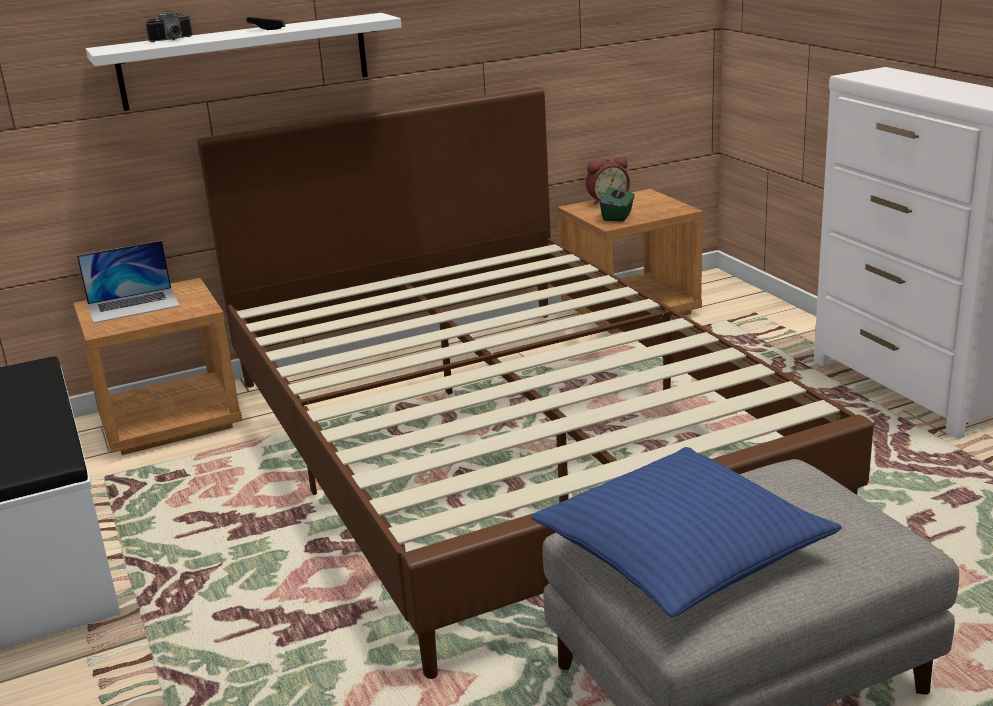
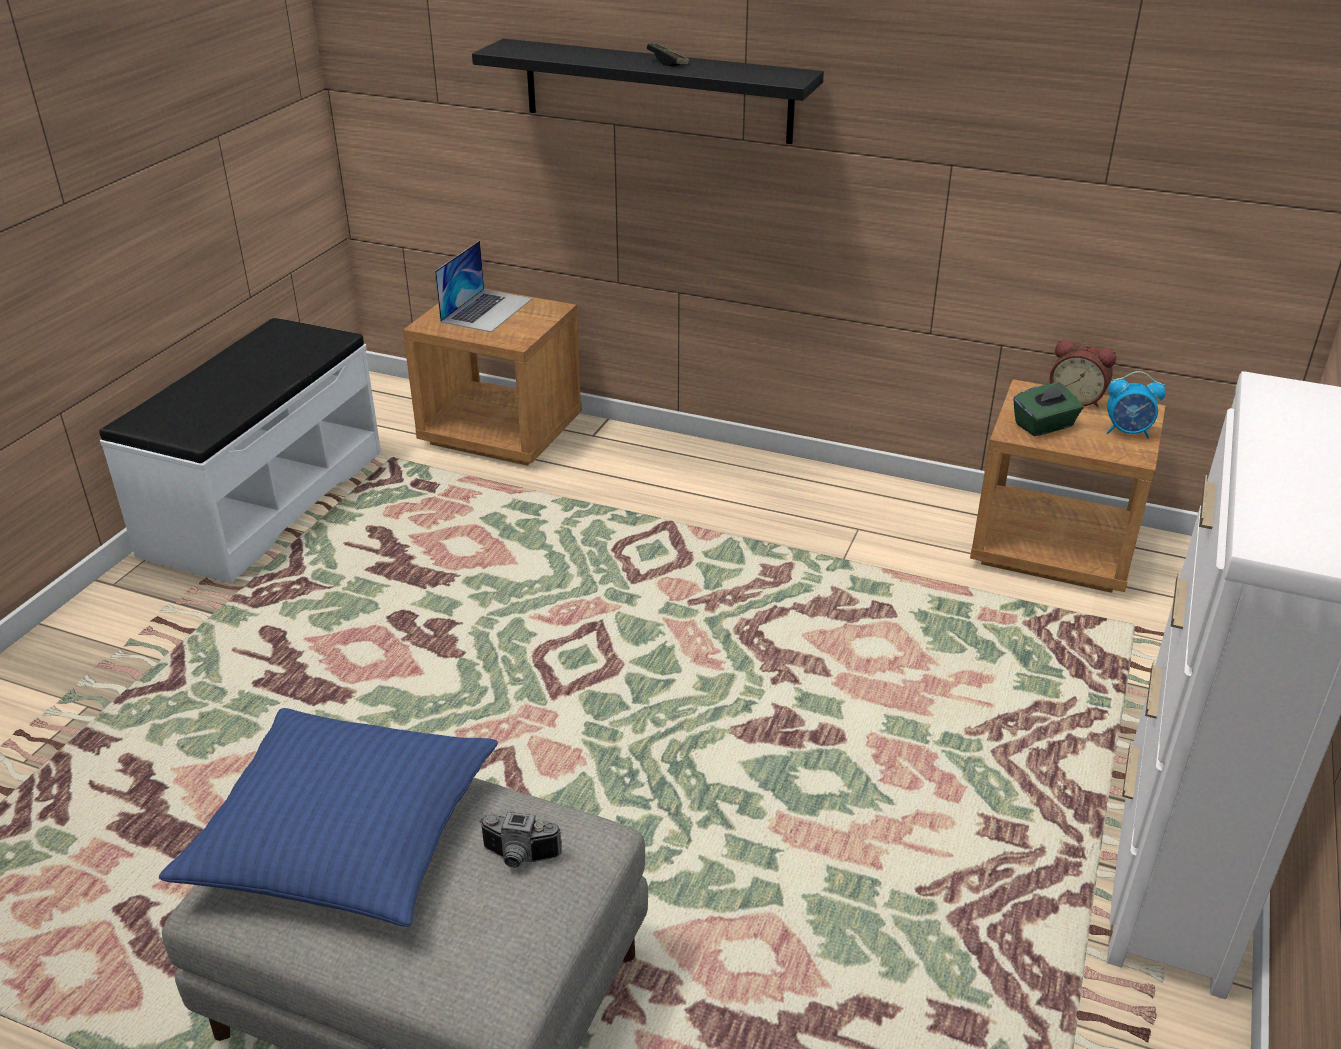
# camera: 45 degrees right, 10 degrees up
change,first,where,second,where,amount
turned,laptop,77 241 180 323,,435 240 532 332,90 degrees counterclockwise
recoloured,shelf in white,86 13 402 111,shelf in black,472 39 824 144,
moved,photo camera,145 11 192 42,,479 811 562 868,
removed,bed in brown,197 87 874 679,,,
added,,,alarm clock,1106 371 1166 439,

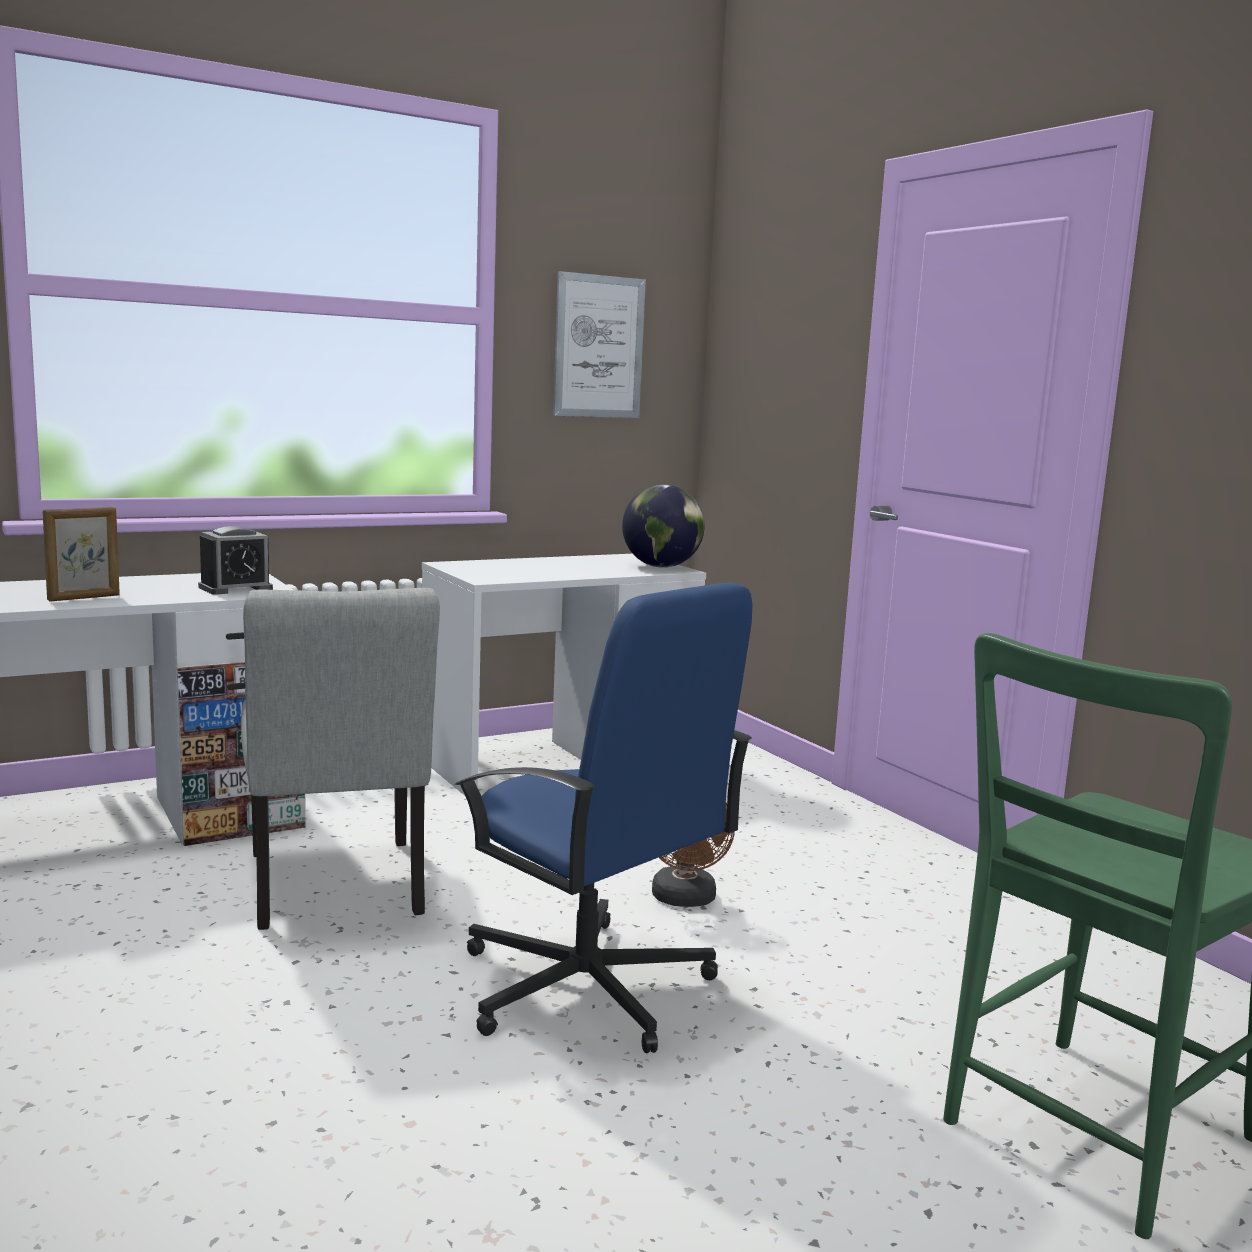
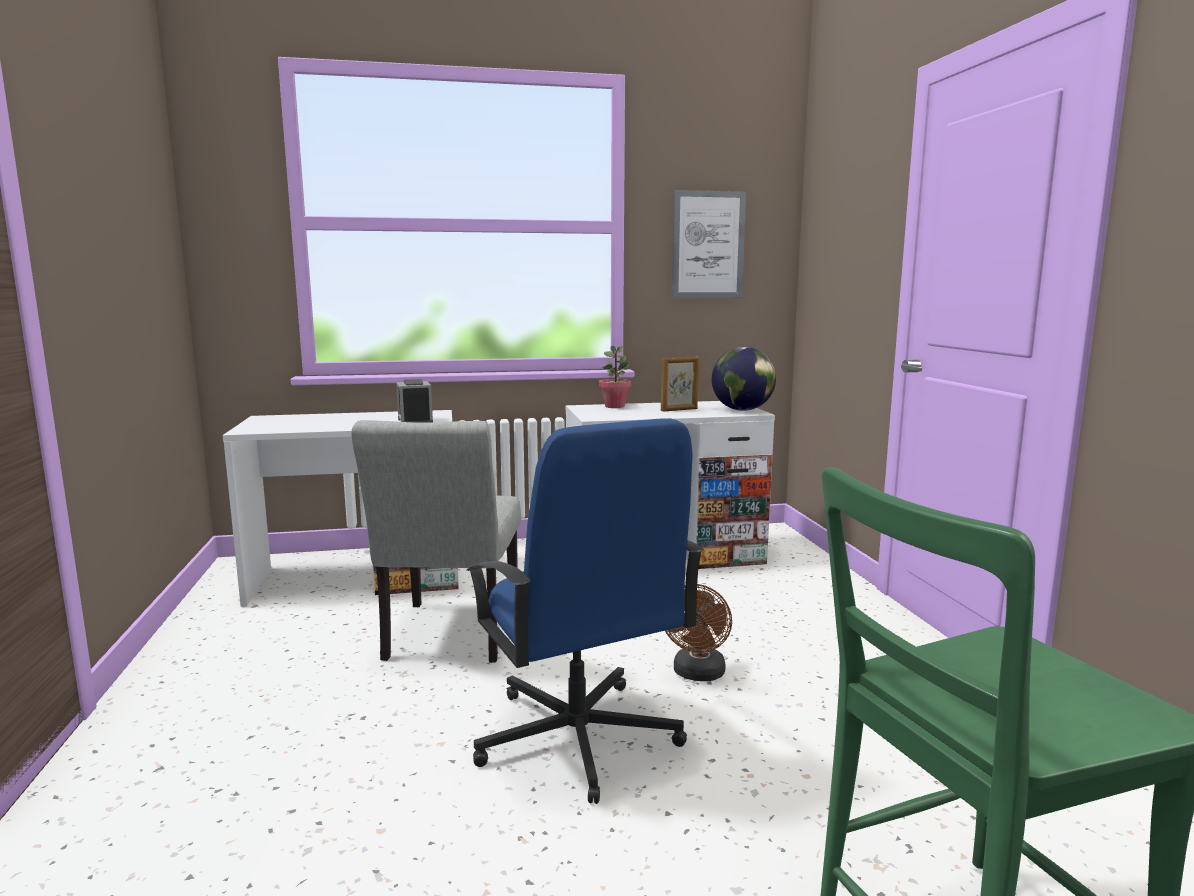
# camera: 20 degrees right, 0 degrees up
change,first,where,second,where,amount
moved,picture frame,43 507 120 601,,661 356 699 411,
turned,alarm clock,198 526 273 595,,396 379 433 423,90 degrees clockwise
added,,,potted plant,599 345 631 408,

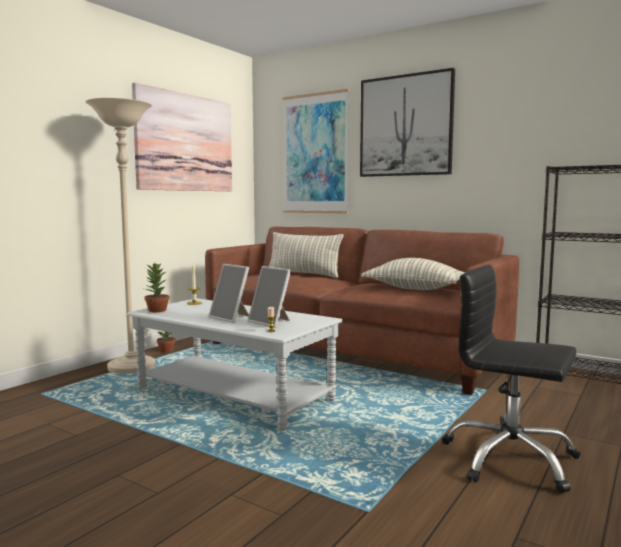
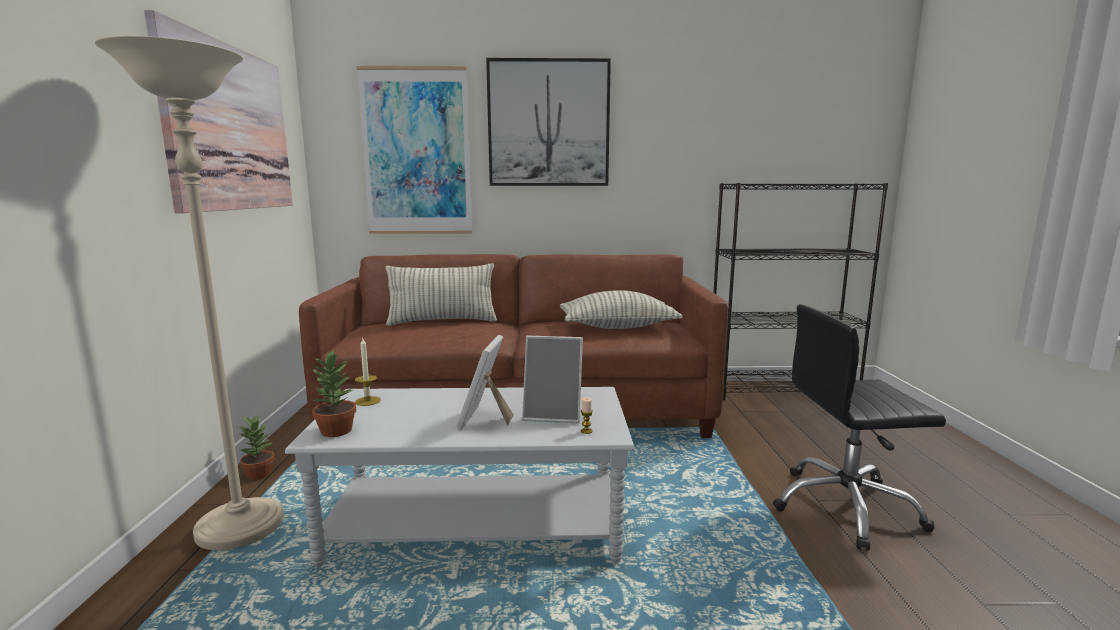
# camera: 35 degrees left, 5 degrees up
change,first,where,second,where,amount
turned,picture frame,209 264 249 323,,456 335 514 430,90 degrees clockwise

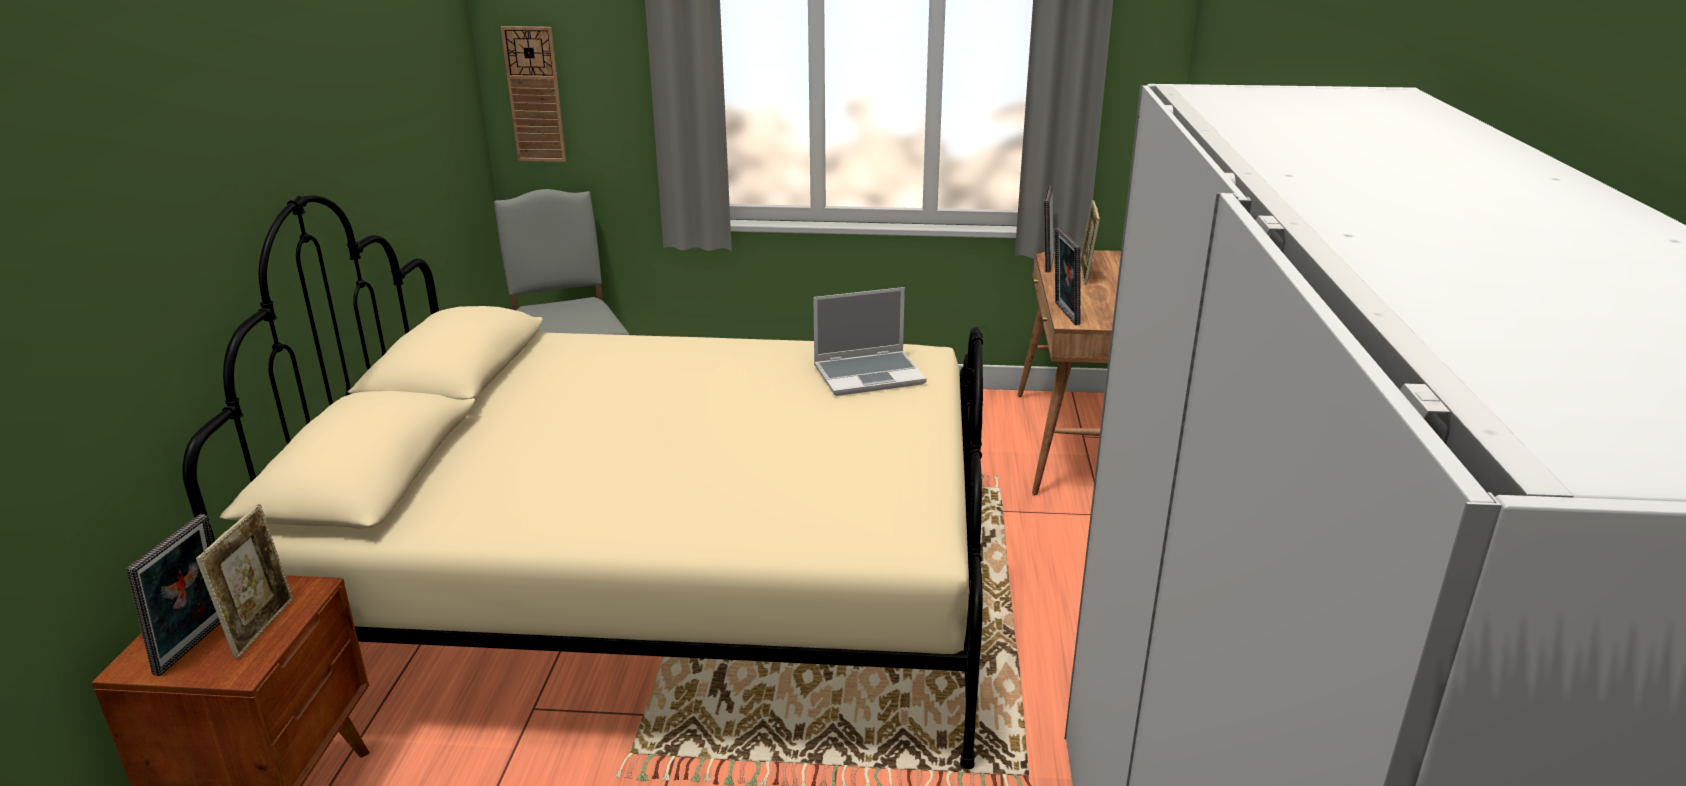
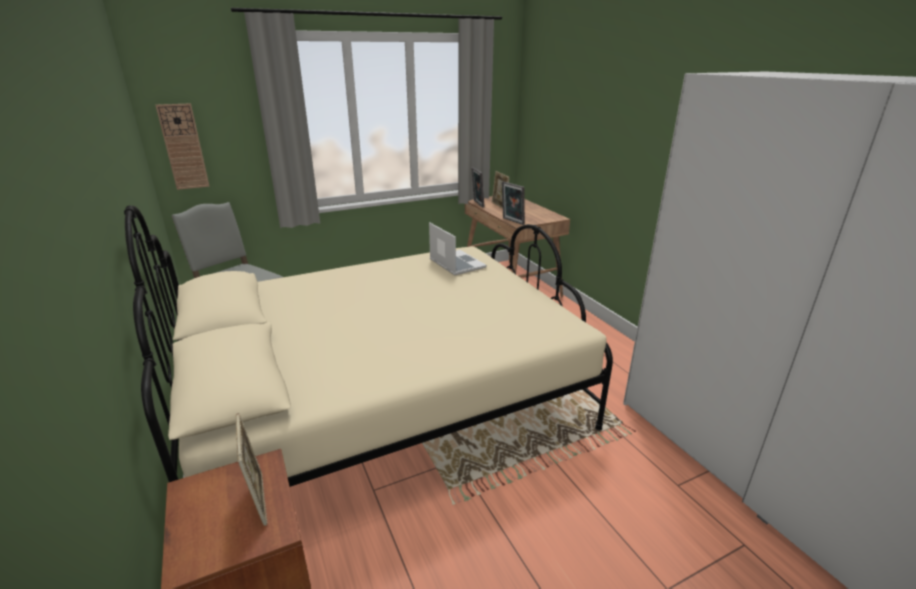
# camera: 30 degrees left, 0 degrees up
change,first,where,second,where,amount
removed,picture frame,126 514 220 676,,,
turned,laptop,813 287 927 396,,429 222 487 276,75 degrees counterclockwise

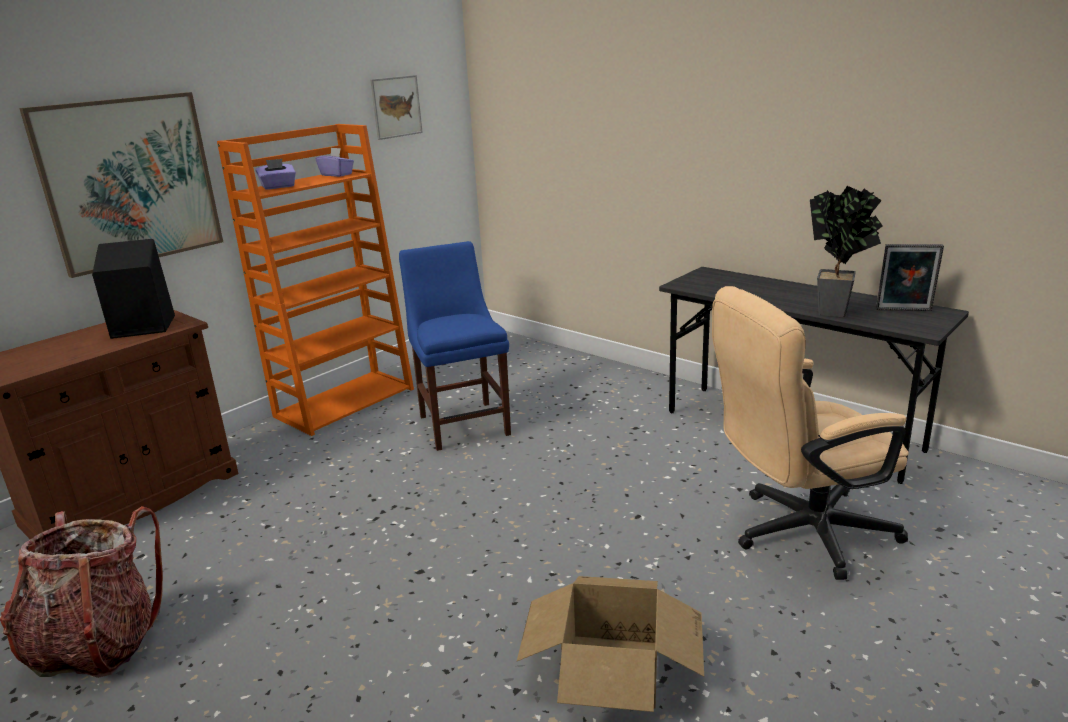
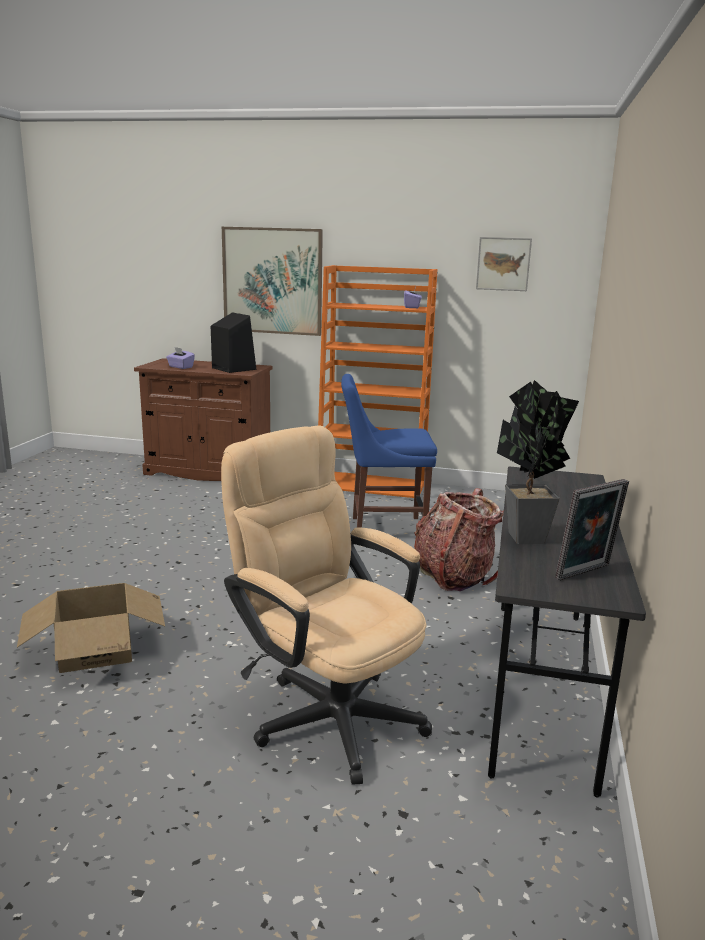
# camera: 60 degrees right, 5 degrees down
change,first,where,second,where,amount
moved,backpack,0 506 163 678,,414 488 504 591,
moved,tissue box in purple,256 159 296 190,,166 347 195 369,
turned,chair in blue,399 241 511 451,,341 374 437 528,135 degrees counterclockwise
turned,picture frame,876 244 944 311,,555 479 629 581,105 degrees counterclockwise

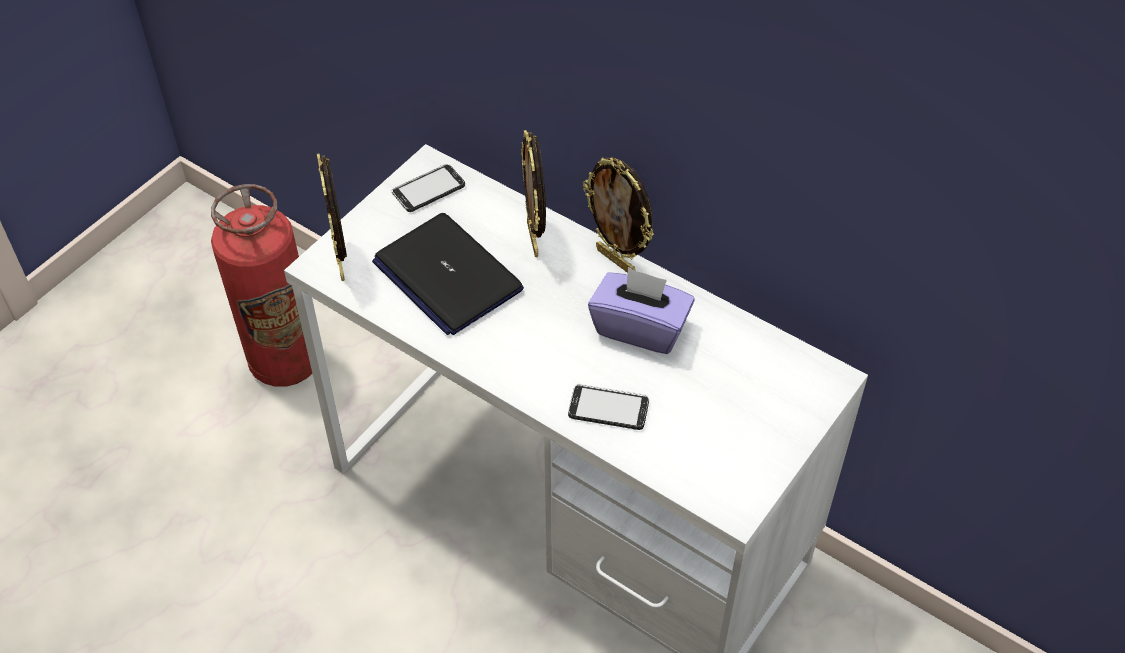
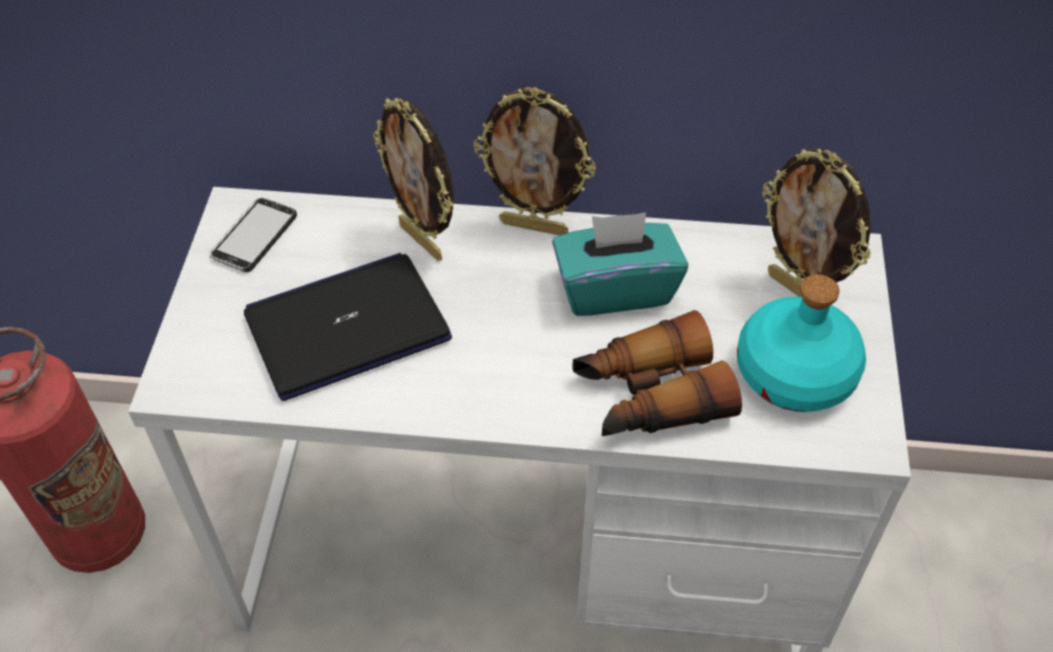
# camera: 30 degrees left, 0 degrees up
change,first,where,second,where,amount
moved,picture frame,317 154 347 281,,762 149 871 297,
turned,laptop,372 213 524 335,,244 253 452 401,135 degrees clockwise
replaced,phone,568 384 649 430,binoculars,572 310 742 436,
recoloured,tissue box in purple,588 267 695 354,tissue box in turquoise,552 213 688 316,
added,,,bottle in turquoise,737 274 866 412,

